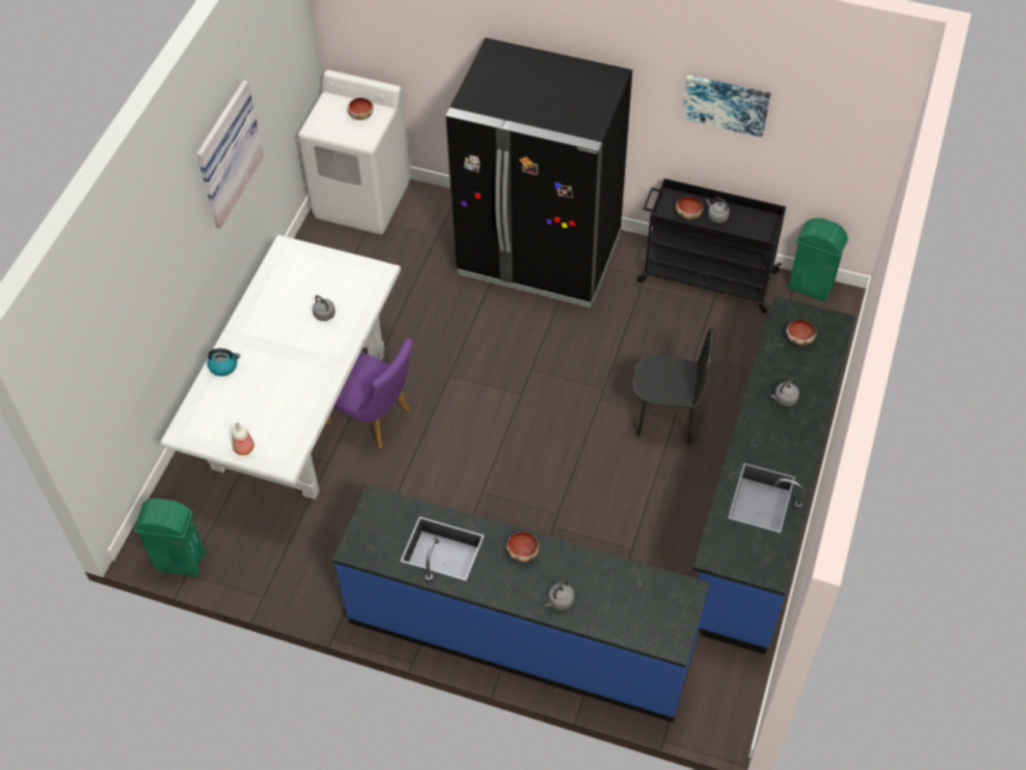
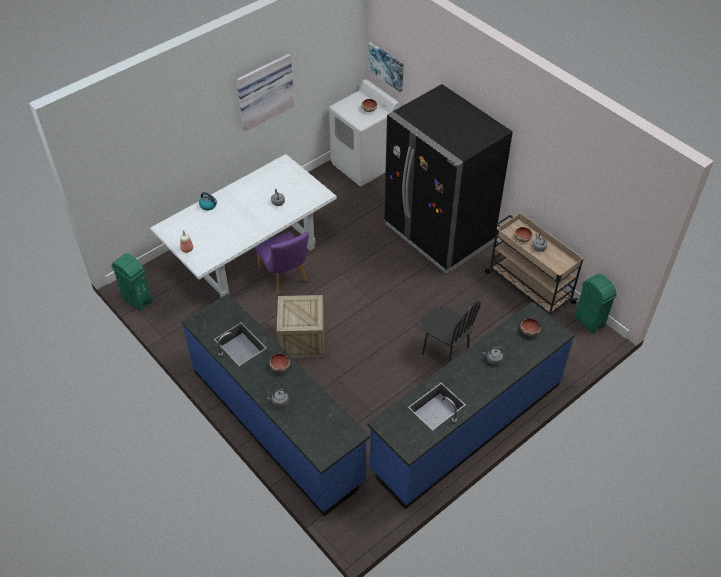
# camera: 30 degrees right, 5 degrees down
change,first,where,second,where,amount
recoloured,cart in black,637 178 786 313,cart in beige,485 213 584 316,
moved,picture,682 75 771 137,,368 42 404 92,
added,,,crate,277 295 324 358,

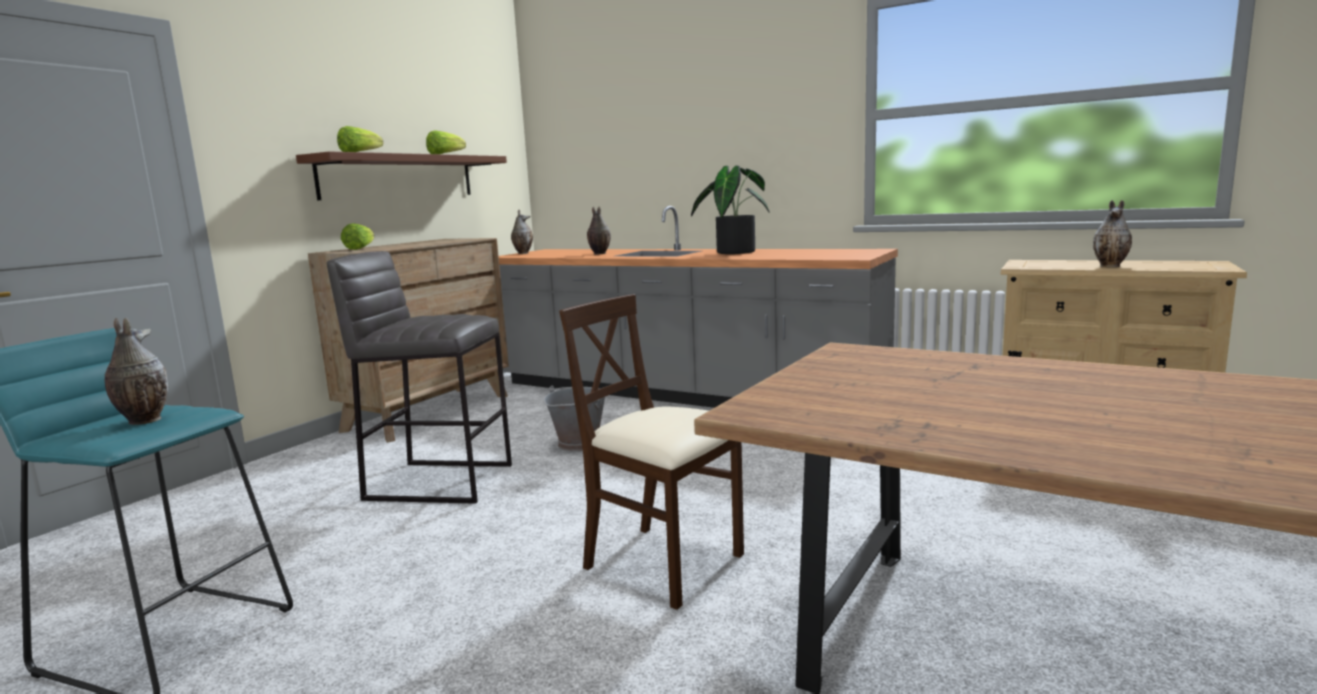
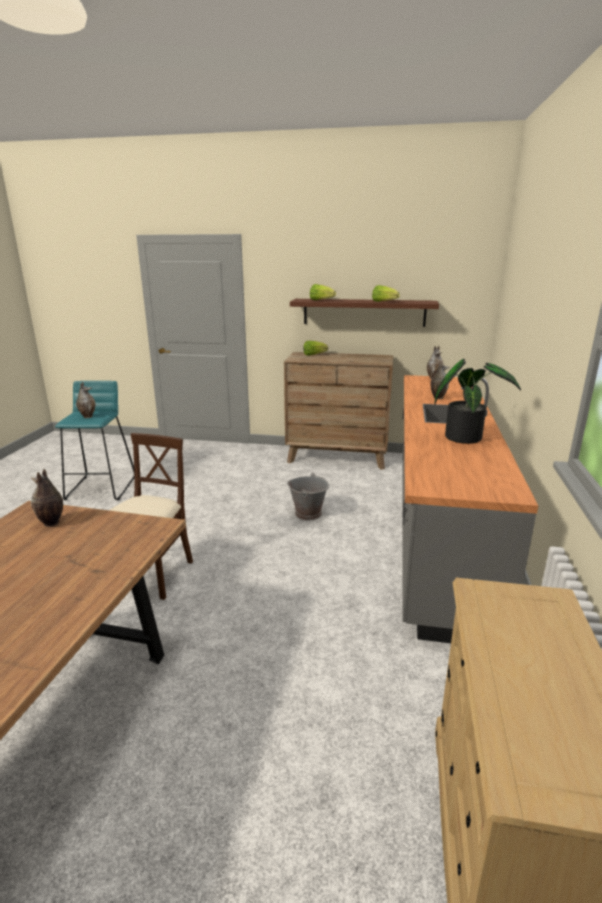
# camera: 70 degrees right, 10 degrees up
change,first,where,second,where,amount
removed,stool in grey,327 251 512 504,,,
moved,vase,1093 200 1132 267,,31 469 63 527,

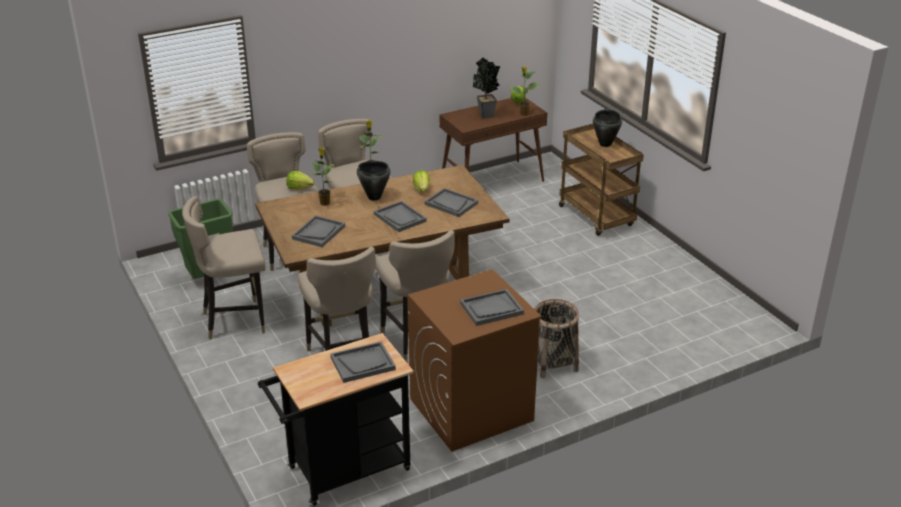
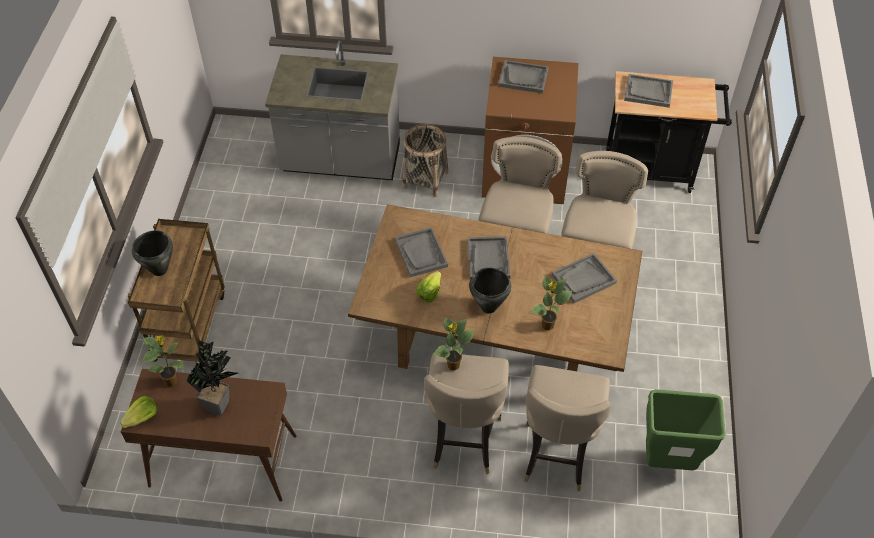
# camera: 145 degrees left, 20 degrees up
change,first,where,second,where,amount
removed,stool in beige,182 196 266 339,,,
removed,lettuce,286 171 315 190,,,
added,,,counter in grey,265 40 400 180,

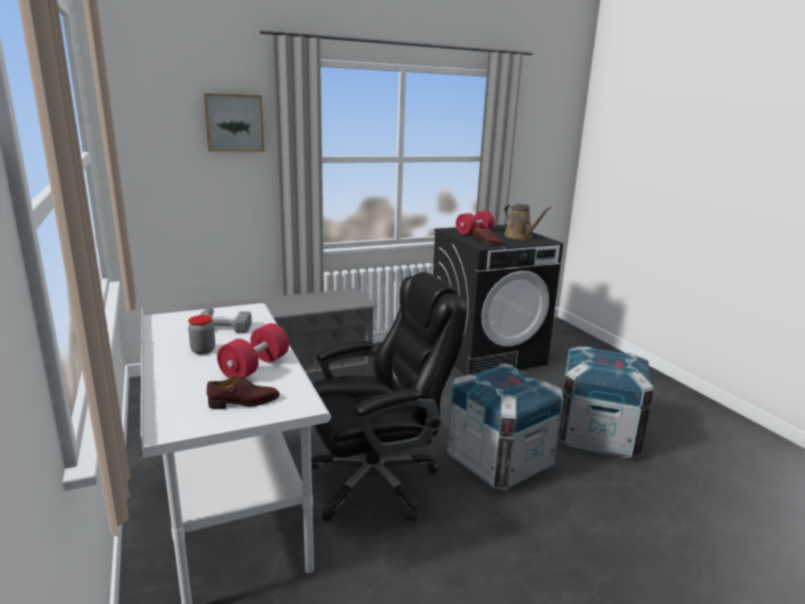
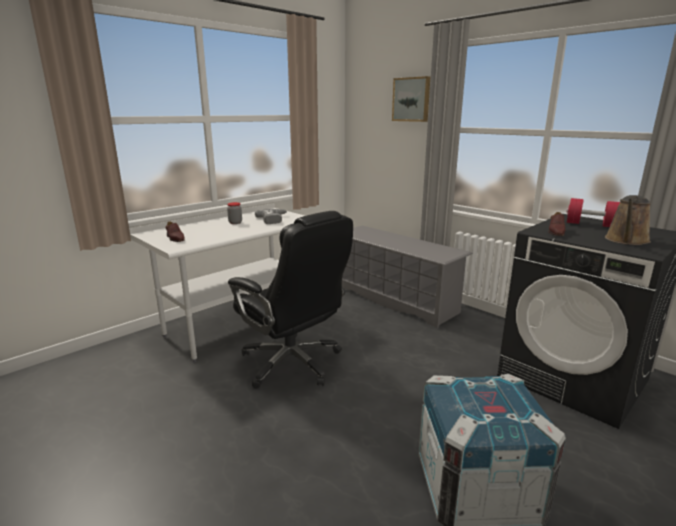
# camera: 70 degrees right, 0 degrees up
change,first,where,second,where,amount
removed,dumbbell in red,217 323 289 379,,,
removed,crate,447 364 564 490,,,

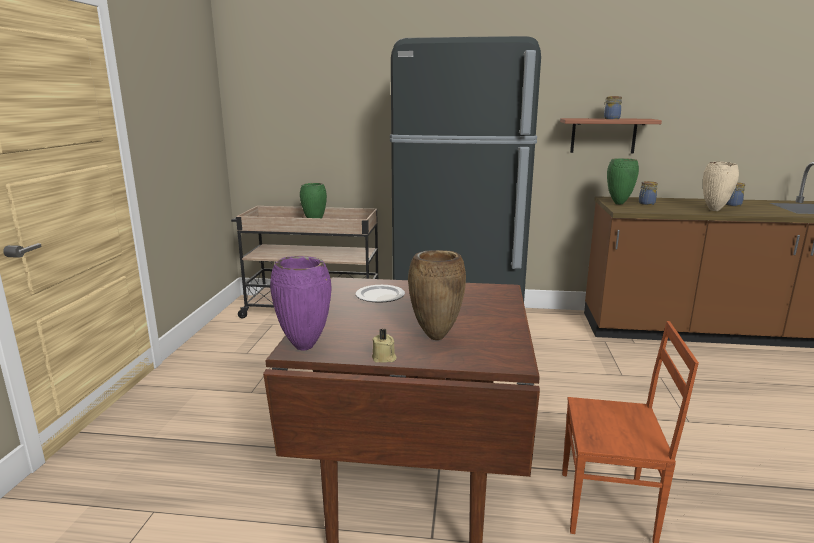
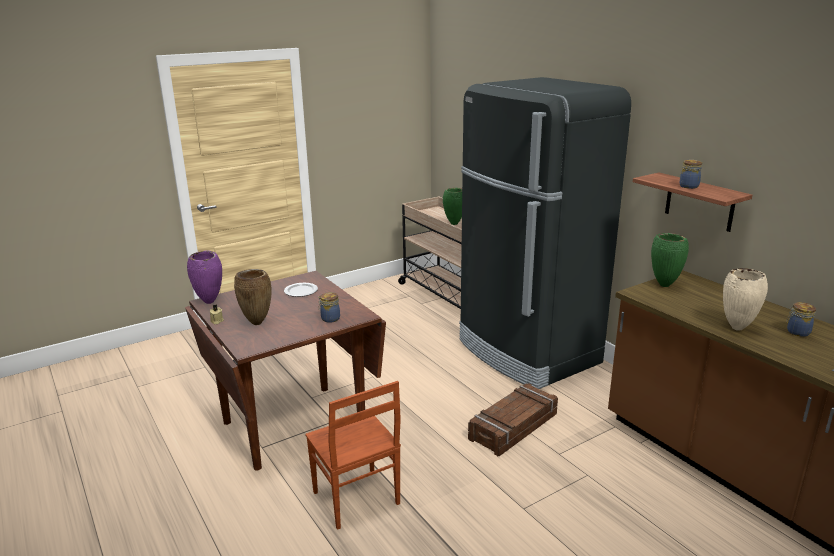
# camera: 50 degrees right, 5 degrees up
change,first,where,second,where,amount
moved,jar,639 181 658 205,,318 292 340 323,
added,,,crate,468 383 558 456,

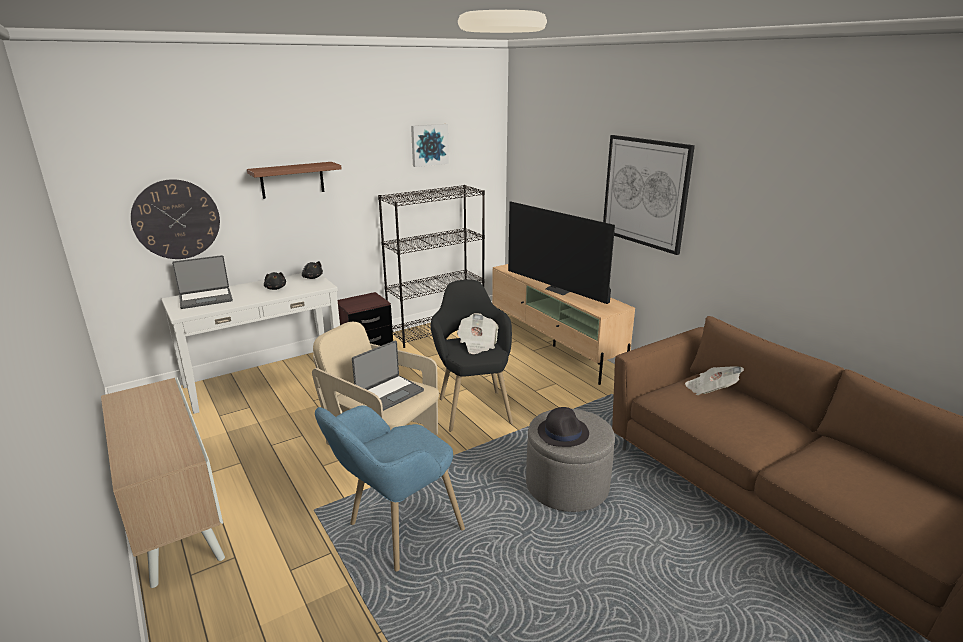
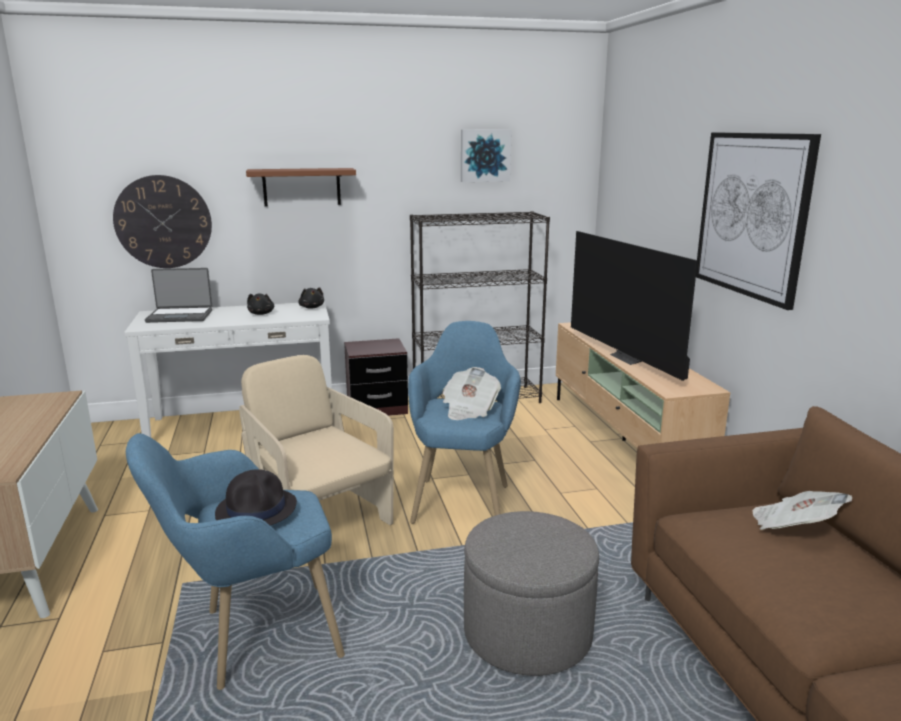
# camera: 20 degrees right, 5 degrees down
change,first,where,second,where,amount
removed,laptop,352 340 424 411,,,
recoloured,armchair in black,431 280 513 432,armchair in blue,408 321 521 524,
moved,hat in black,538 407 589 447,,215 469 297 525,

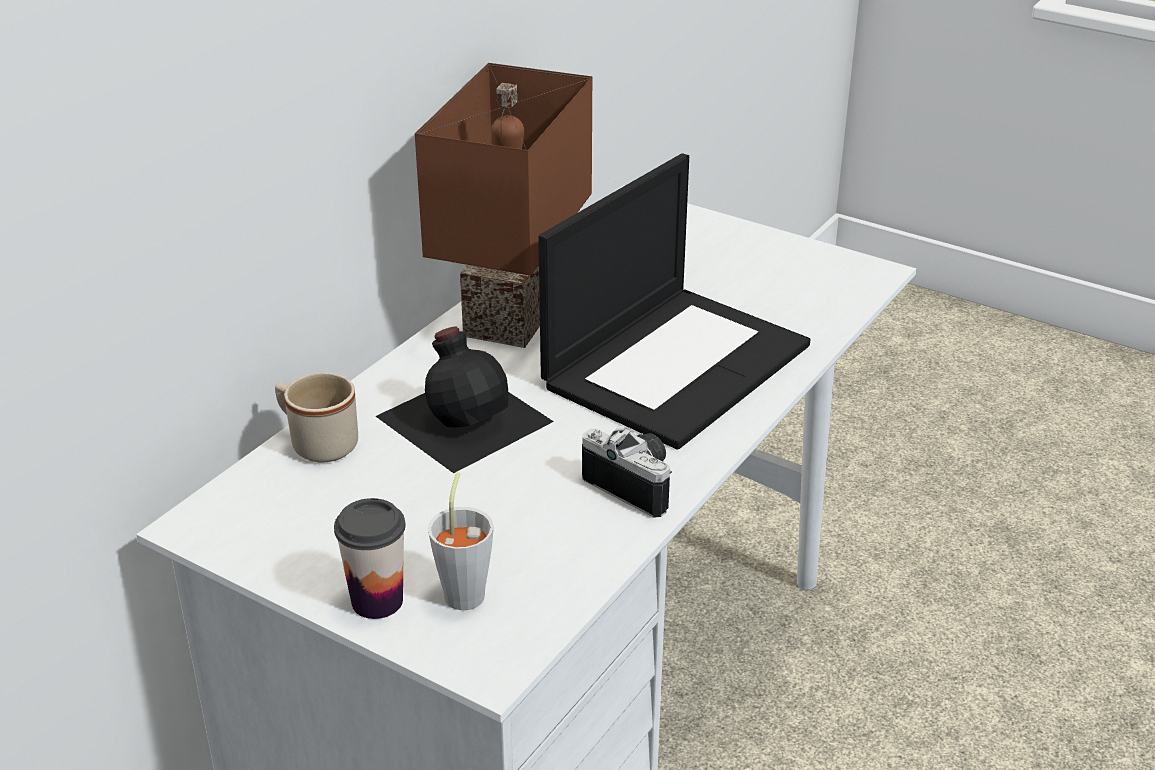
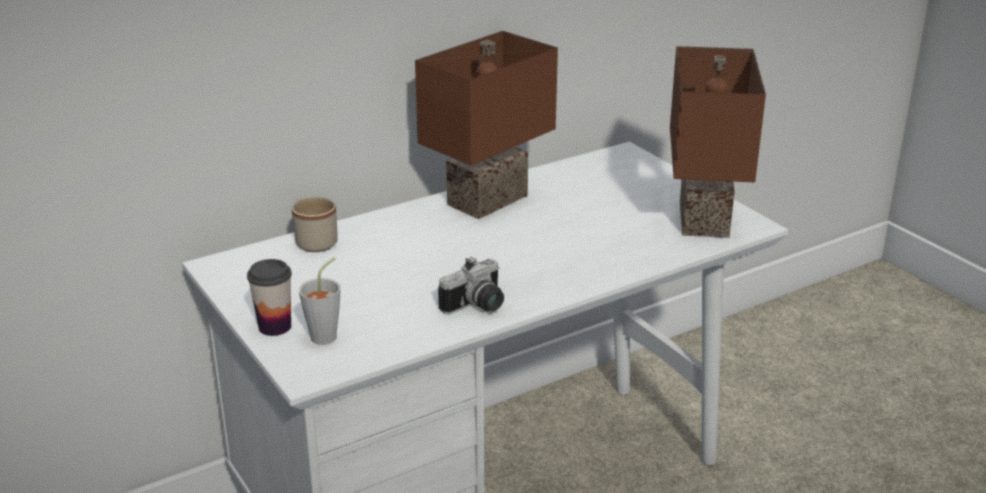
# camera: 25 degrees right, 5 degrees down
change,first,where,second,where,amount
removed,bottle in black,376 326 554 473,,,
removed,laptop,538 153 810 450,,,
turned,photo camera,582 428 672 518,,438 256 504 314,75 degrees clockwise
added,,,table lamp in brown,670 46 766 238,

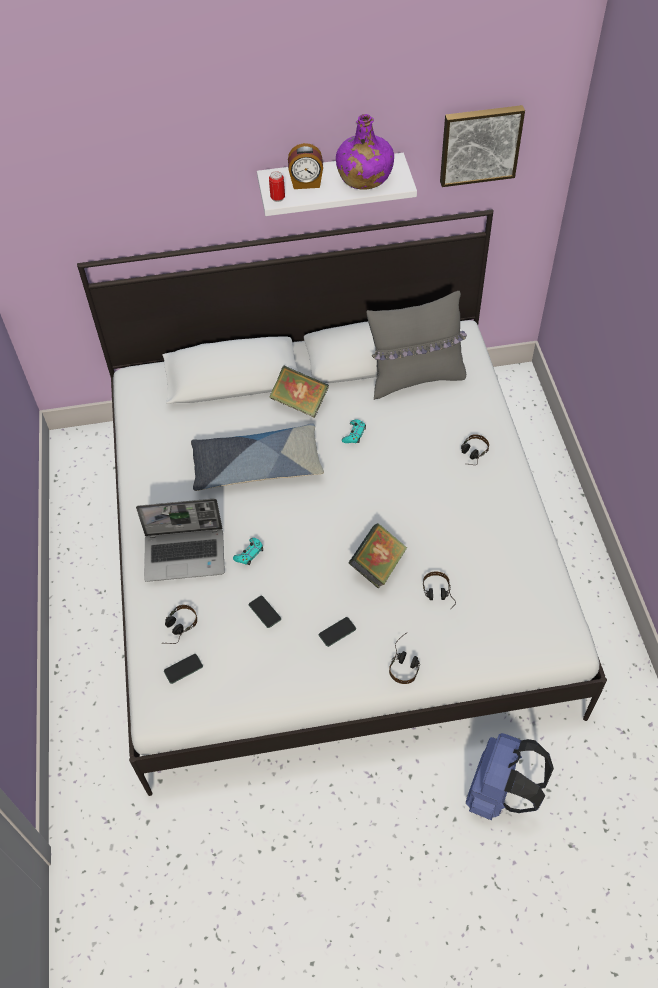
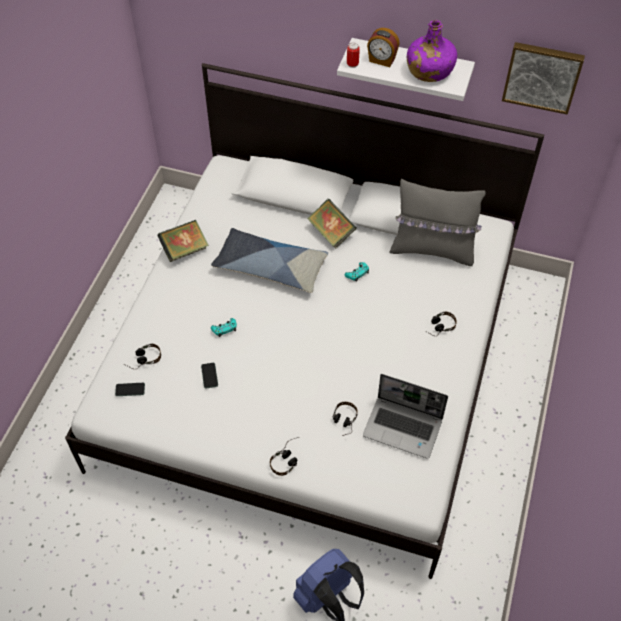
# camera: 25 degrees right, 0 degrees up
change,first,where,second,where,amount
moved,laptop,136 499 225 582,,363 374 448 459,
removed,phone,319 617 356 647,,,
moved,book,349 523 407 589,,157 220 209 262,

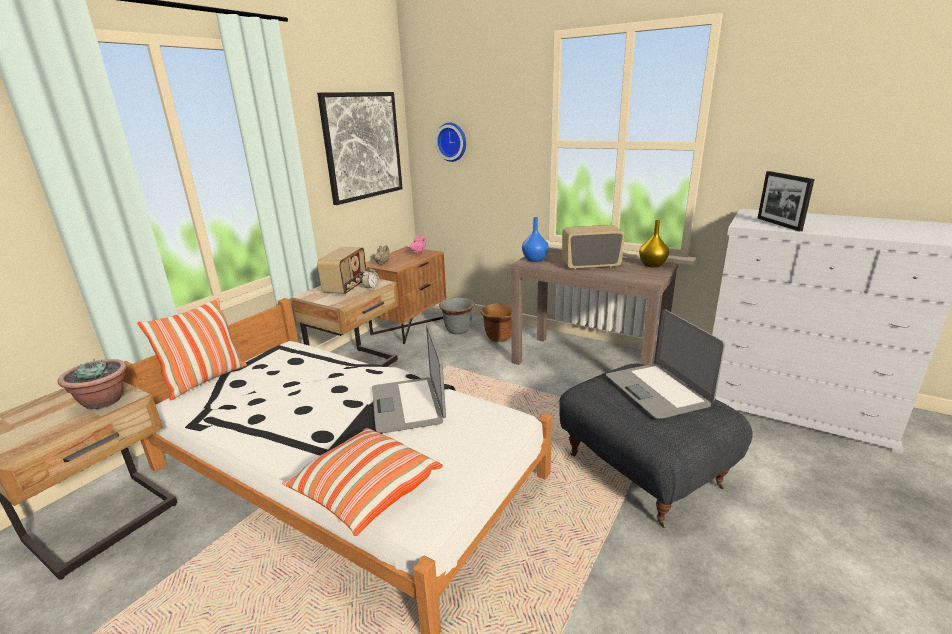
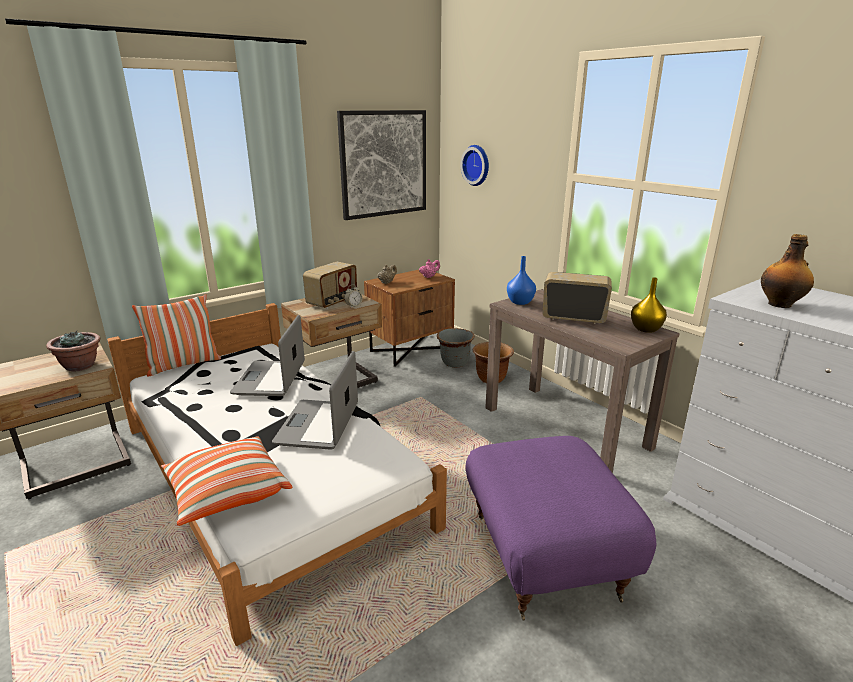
# camera: 20 degrees right, 0 degrees up
change,first,where,second,where,amount
recoloured,ottoman in grey,559 363 753 528,ottoman in purple,465 436 656 621,
moved,laptop,606 309 725 419,,230 315 305 396,
replaced,picture frame,758 171 815 231,bottle,761 234 814 308,

